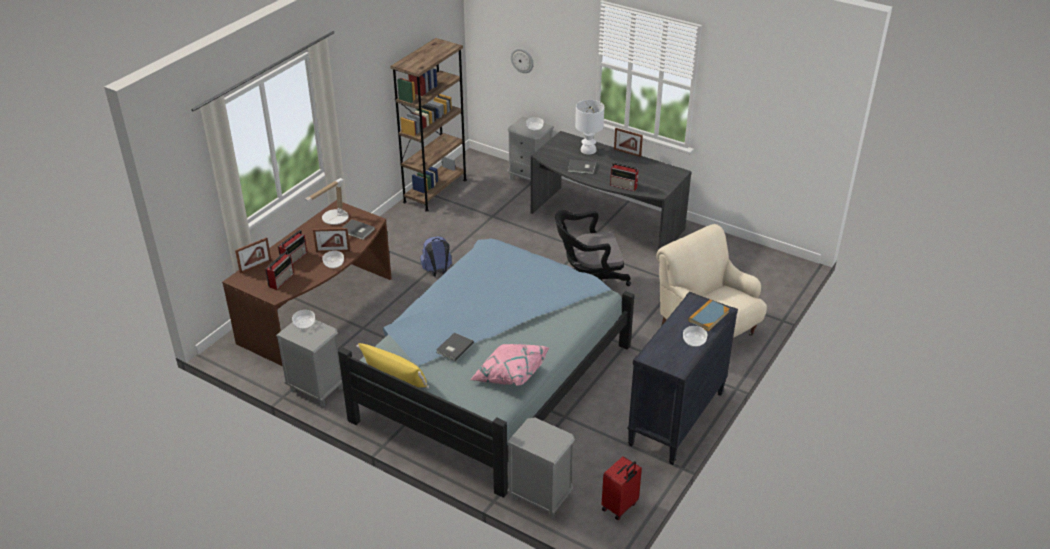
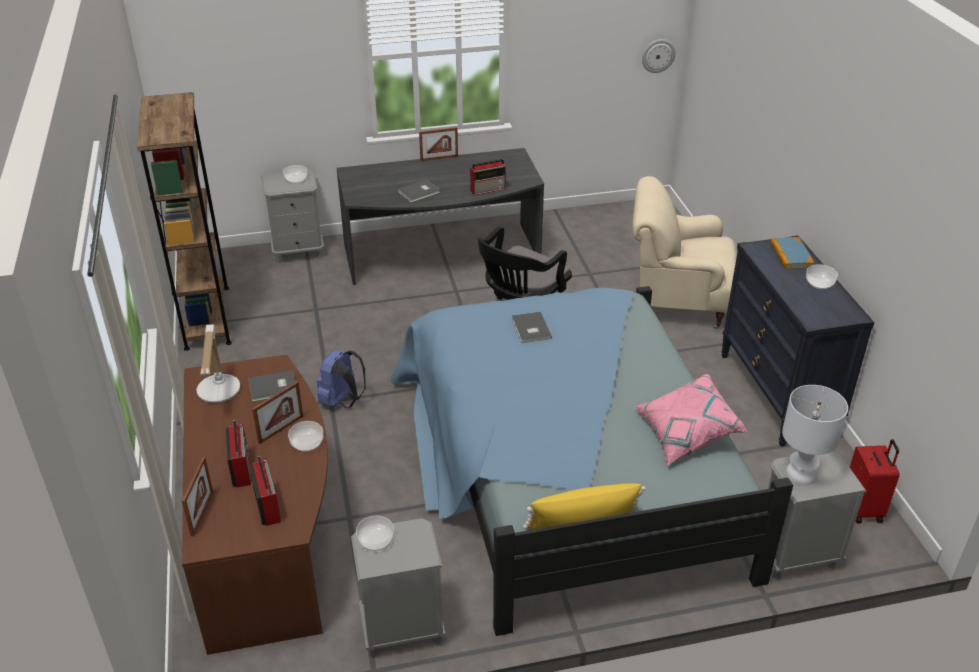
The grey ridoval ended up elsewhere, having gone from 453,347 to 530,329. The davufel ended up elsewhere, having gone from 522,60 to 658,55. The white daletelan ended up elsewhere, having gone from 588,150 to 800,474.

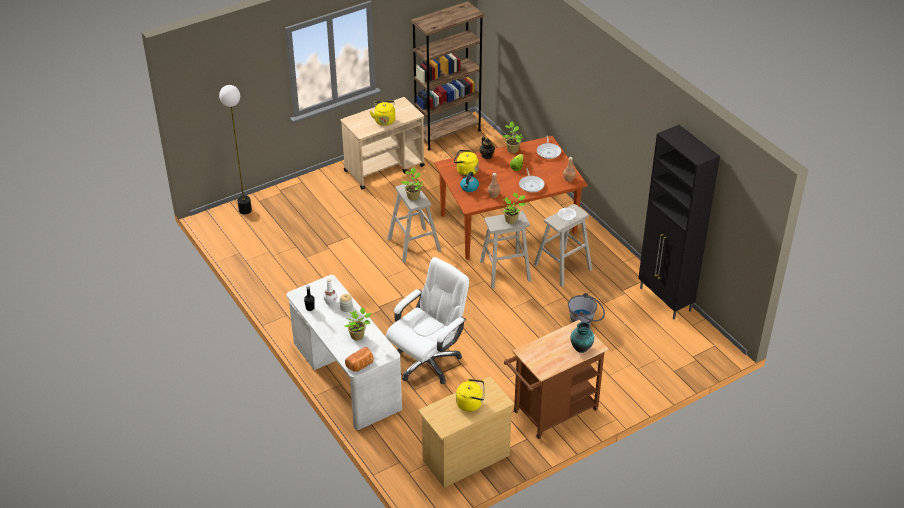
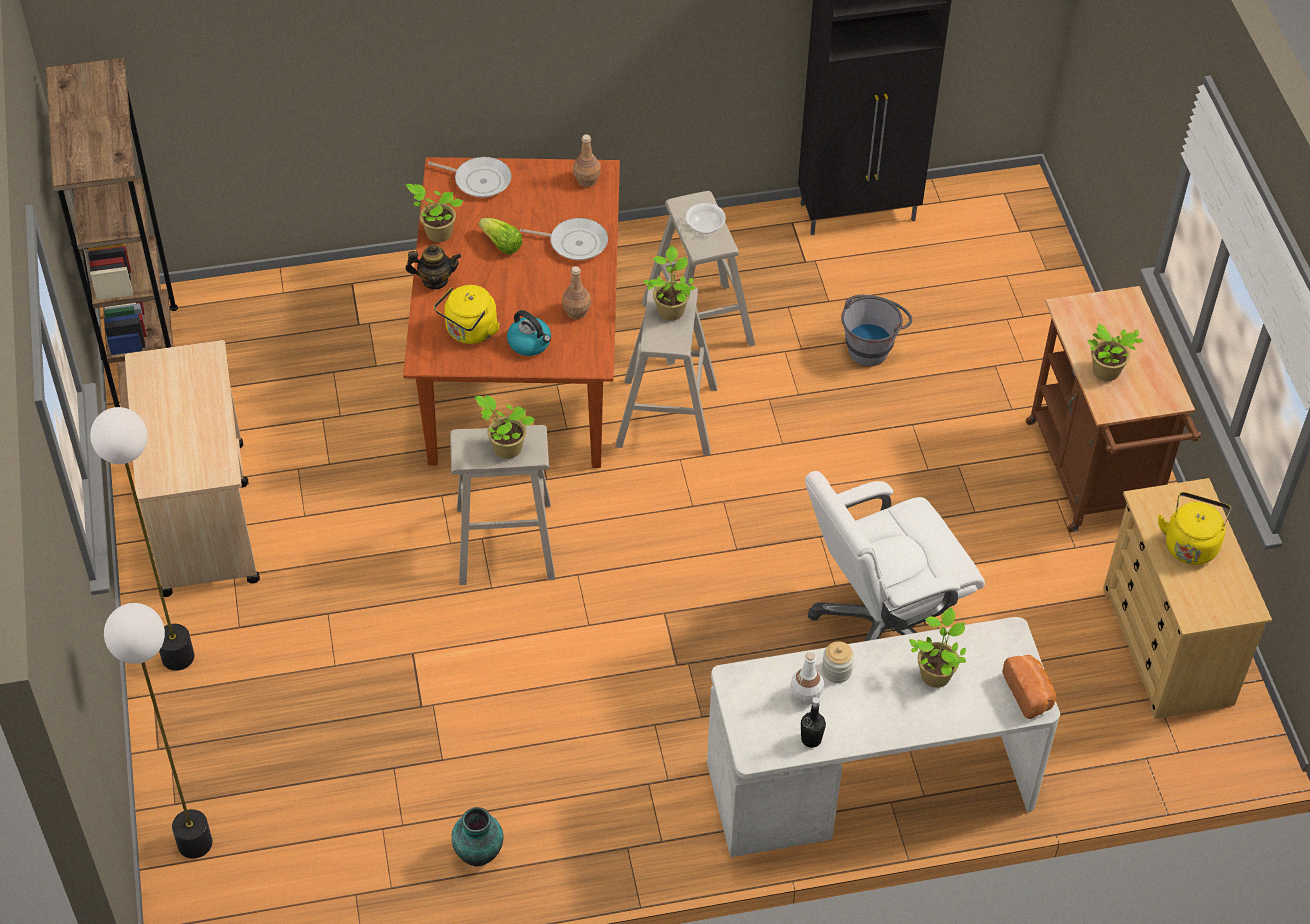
The second view gained the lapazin at 178,657. The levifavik ended up elsewhere, having gone from 581,348 to 479,853. The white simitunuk at 428,361 ended up facing another way, 90 degrees counterclockwise from before. The second view gained the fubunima at 1106,373. The second view lost the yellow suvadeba at 384,120.

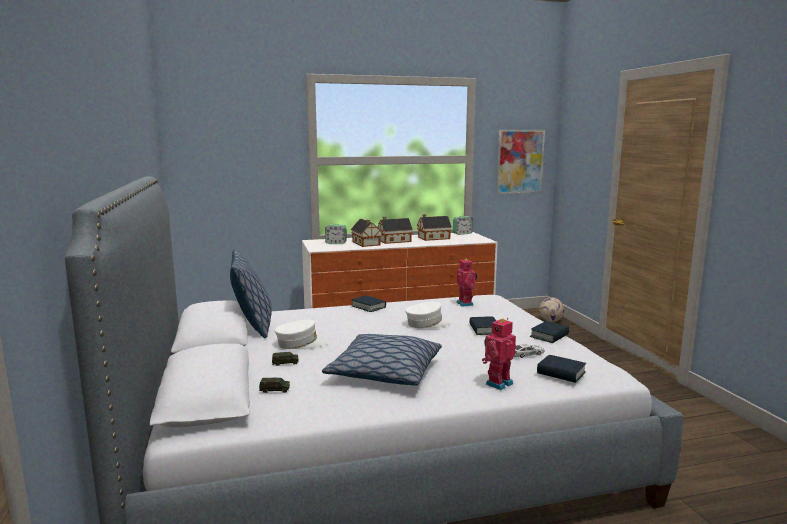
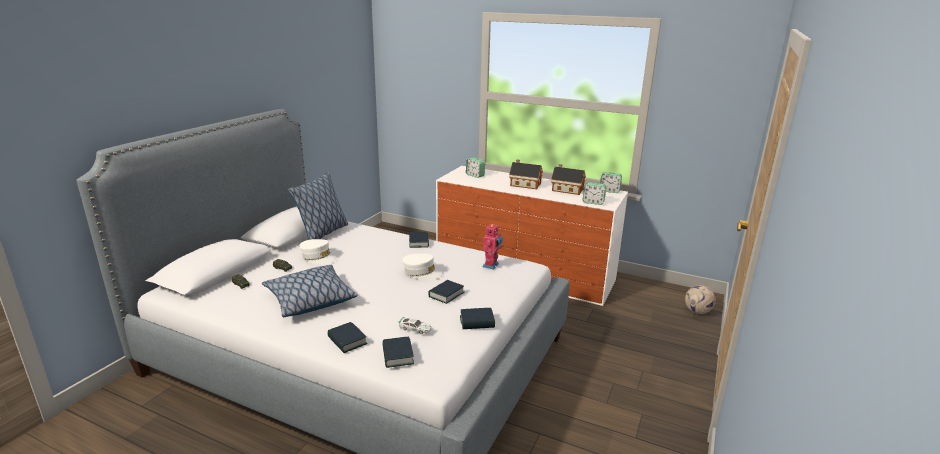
Where the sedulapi stood at 497,383, the ridoval came to stand at 347,341. The second view gained the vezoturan at 593,202. The second view lost the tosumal at 366,243. The second view lost the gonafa at 519,161.

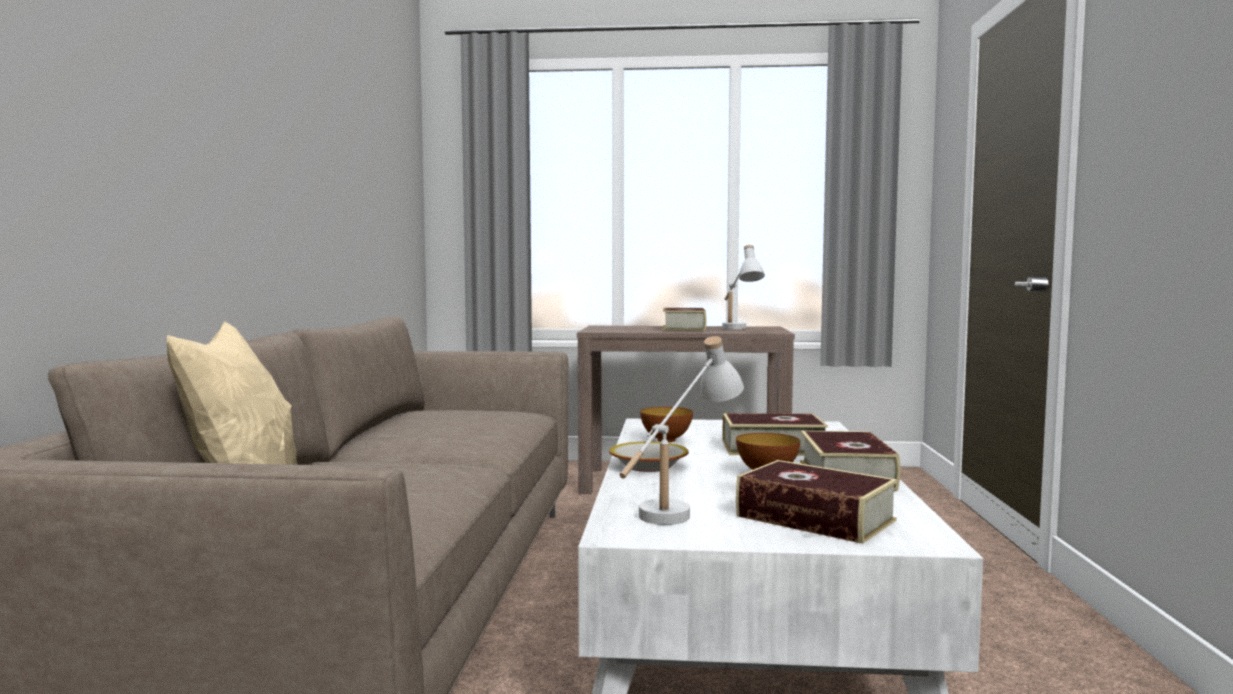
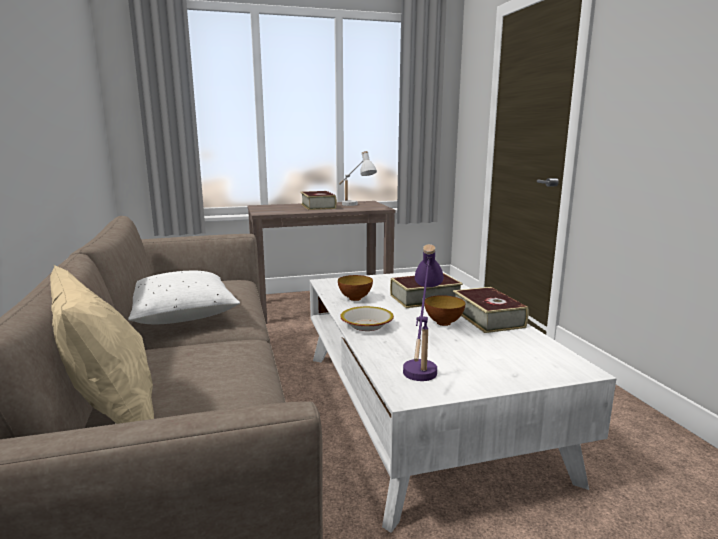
The second view gained the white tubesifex at 182,316. What was the white daletelan at 681,507 turned into the purple daletelan at 422,361. The second view lost the ridoval at 815,518.

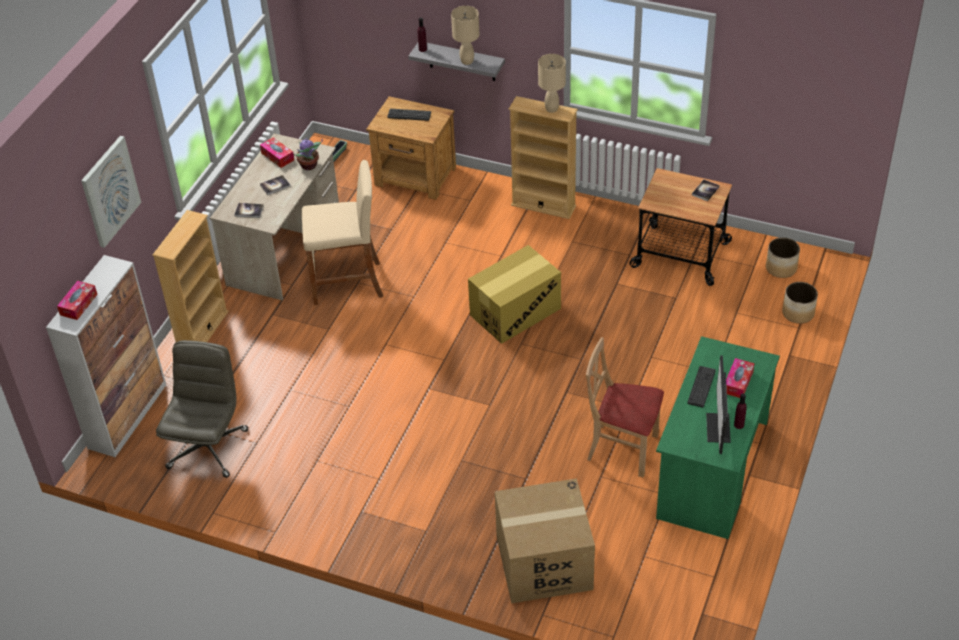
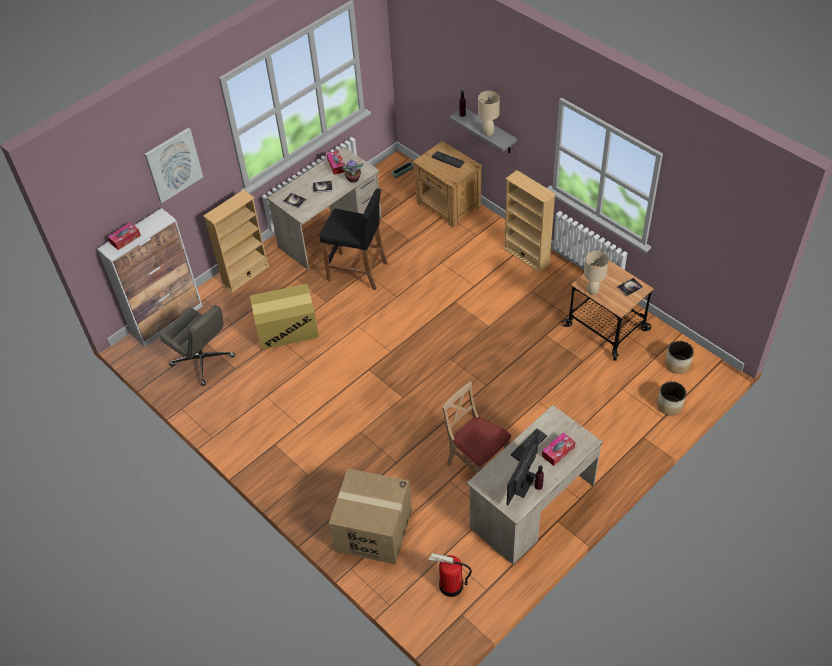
The grey simitunuk at 208,448 ended up facing another way, 90 degrees clockwise from before. The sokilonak ended up elsewhere, having gone from 515,311 to 287,329. What was the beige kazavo at 347,283 turned into the black kazavo at 358,271. The second view gained the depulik at 451,586. What was the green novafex at 712,470 turned into the beige novafex at 532,506. The beige daletelan ended up elsewhere, having gone from 551,109 to 592,291.

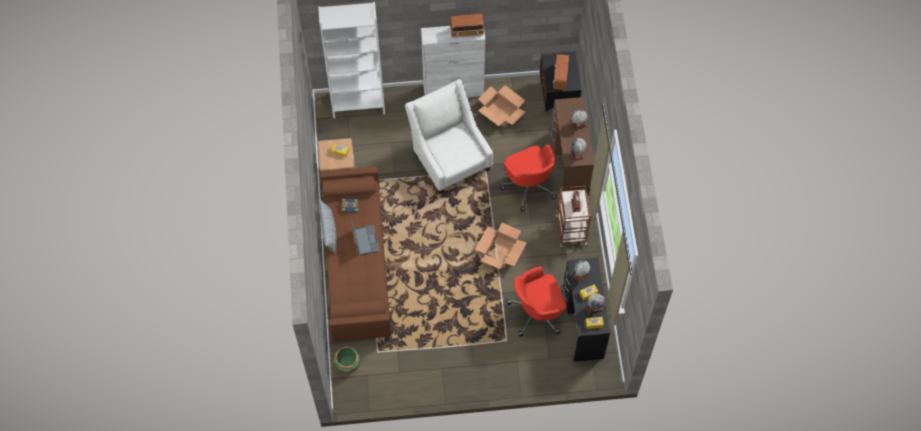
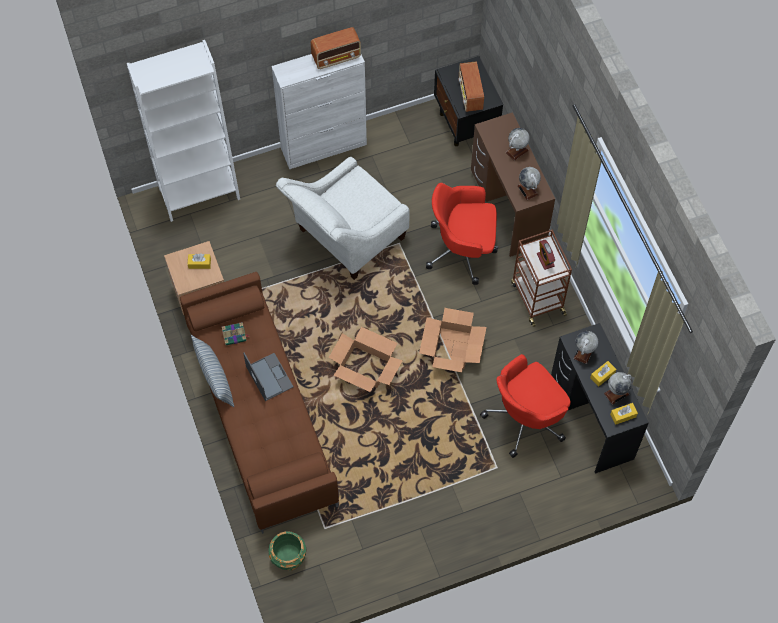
The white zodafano at 449,158 ended up facing another way, 90 degrees counterclockwise from before. The sokilonak ended up elsewhere, having gone from 501,112 to 365,367. The red simitunuk at 529,185 ended up facing another way, 135 degrees clockwise from before.

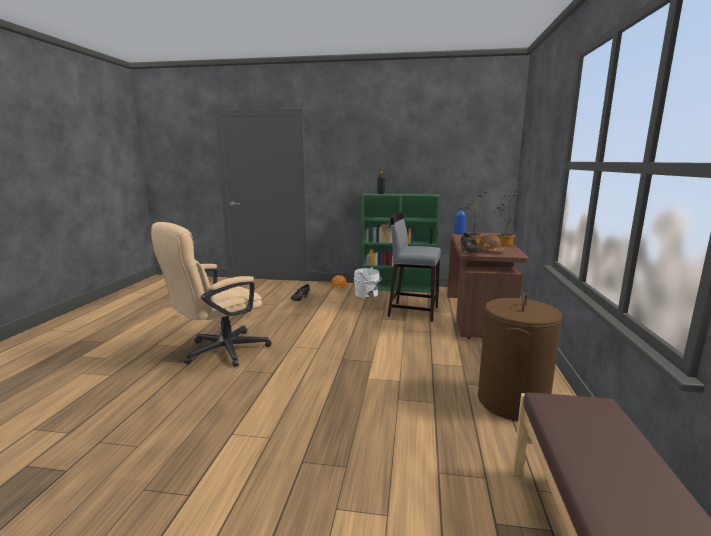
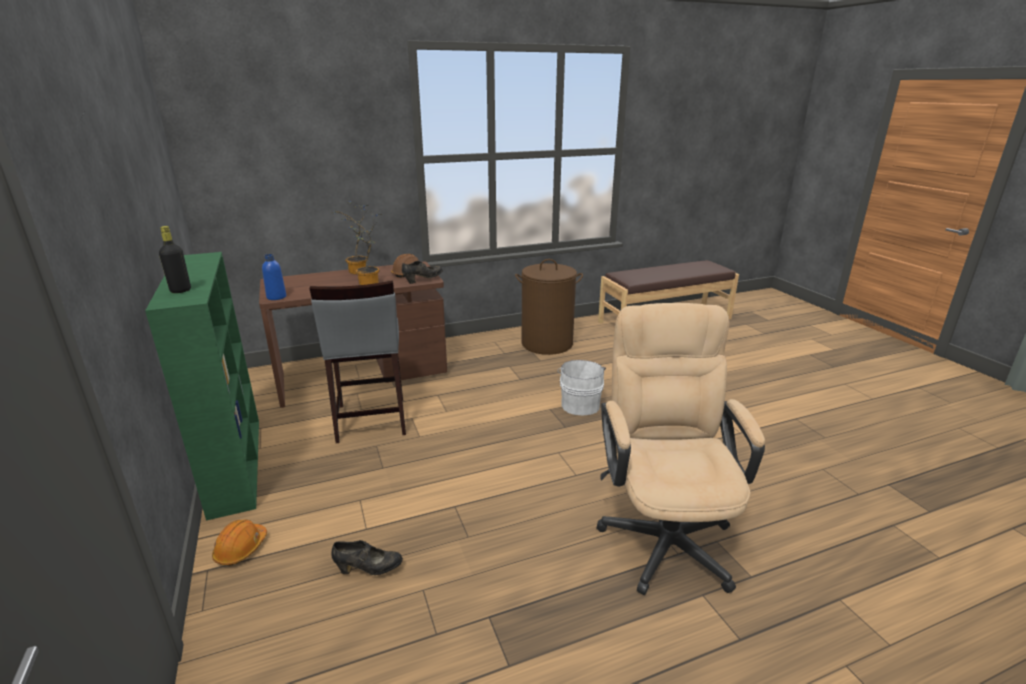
The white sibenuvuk ended up elsewhere, having gone from 367,294 to 580,404. The beige simitunuk at 218,352 ended up facing another way, 105 degrees counterclockwise from before.

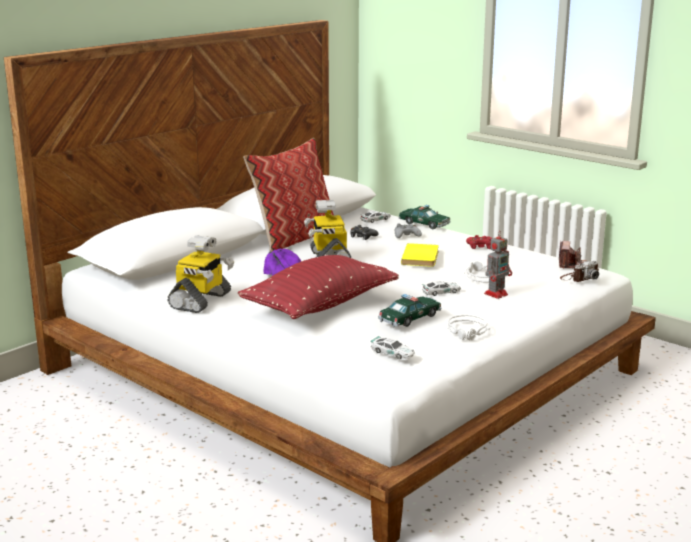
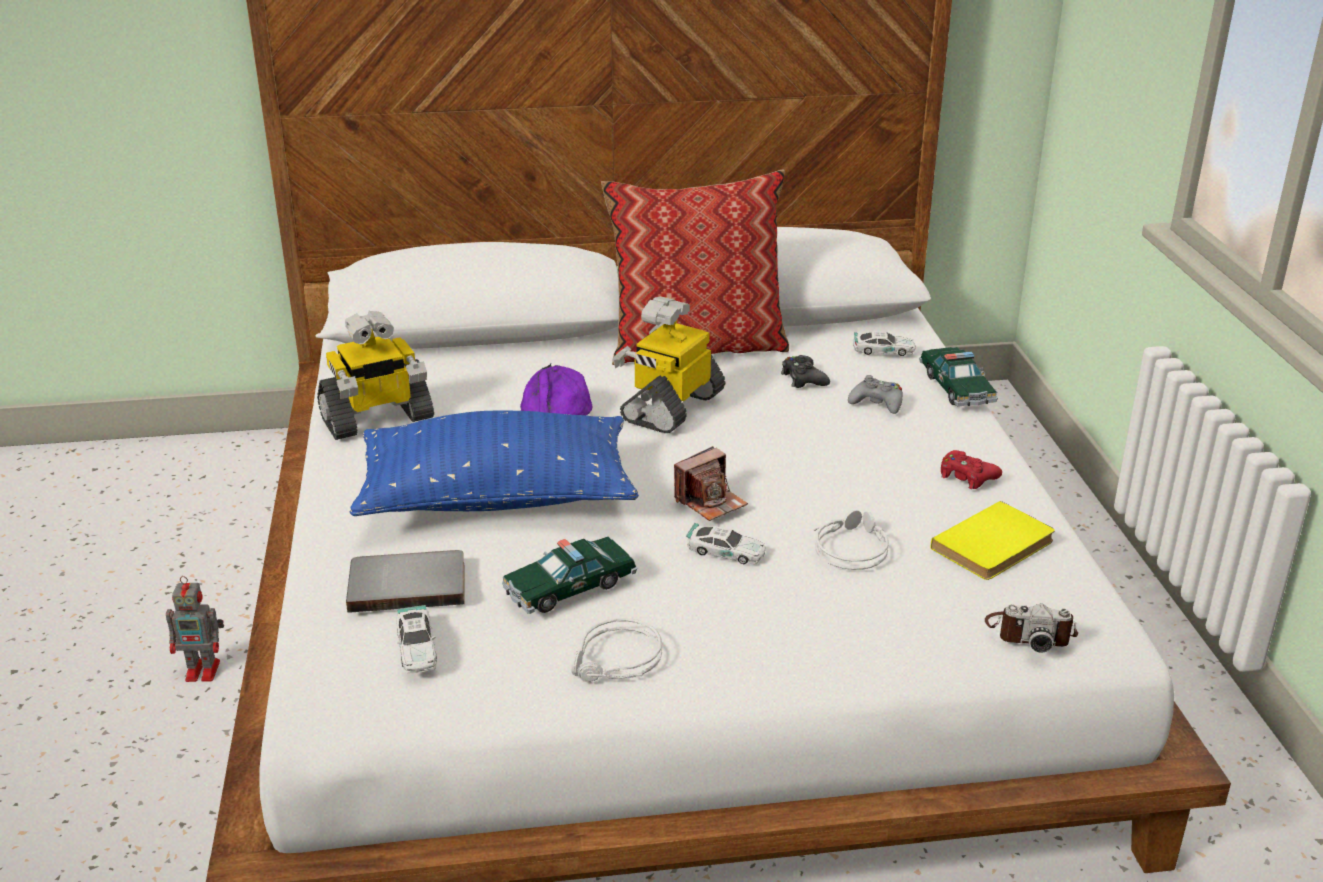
The sedulapi ended up elsewhere, having gone from 496,294 to 205,671. The second view gained the grey ridoval at 407,583. What was the red tubesifex at 320,305 turned into the blue tubesifex at 497,498. The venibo at 410,318 ended up facing another way, 150 degrees clockwise from before. The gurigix ended up elsewhere, having gone from 572,265 to 710,502. The yellow ridoval ended up elsewhere, having gone from 422,257 to 996,546.

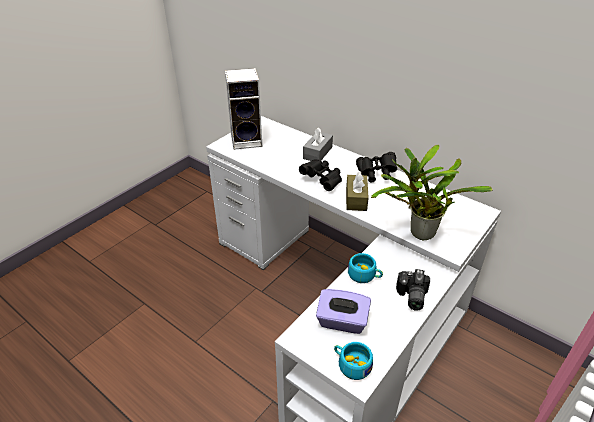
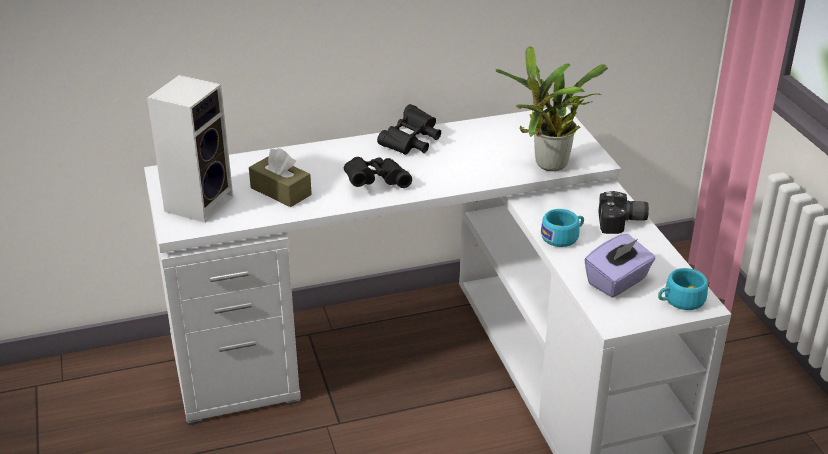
The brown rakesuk ended up elsewhere, having gone from 356,199 to 281,191. The gurigix at 411,296 ended up facing another way, 45 degrees counterclockwise from before. The second view lost the grey rakesuk at 317,153.

